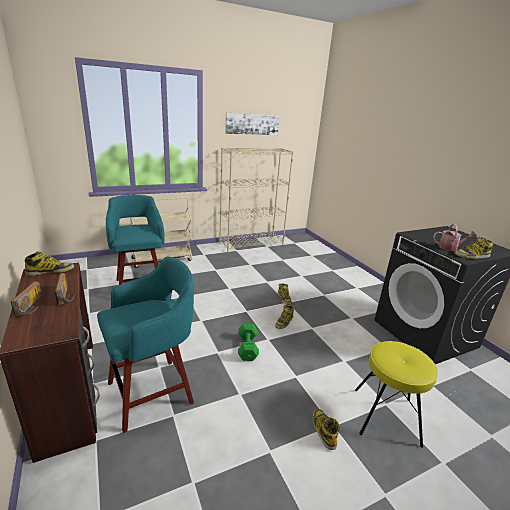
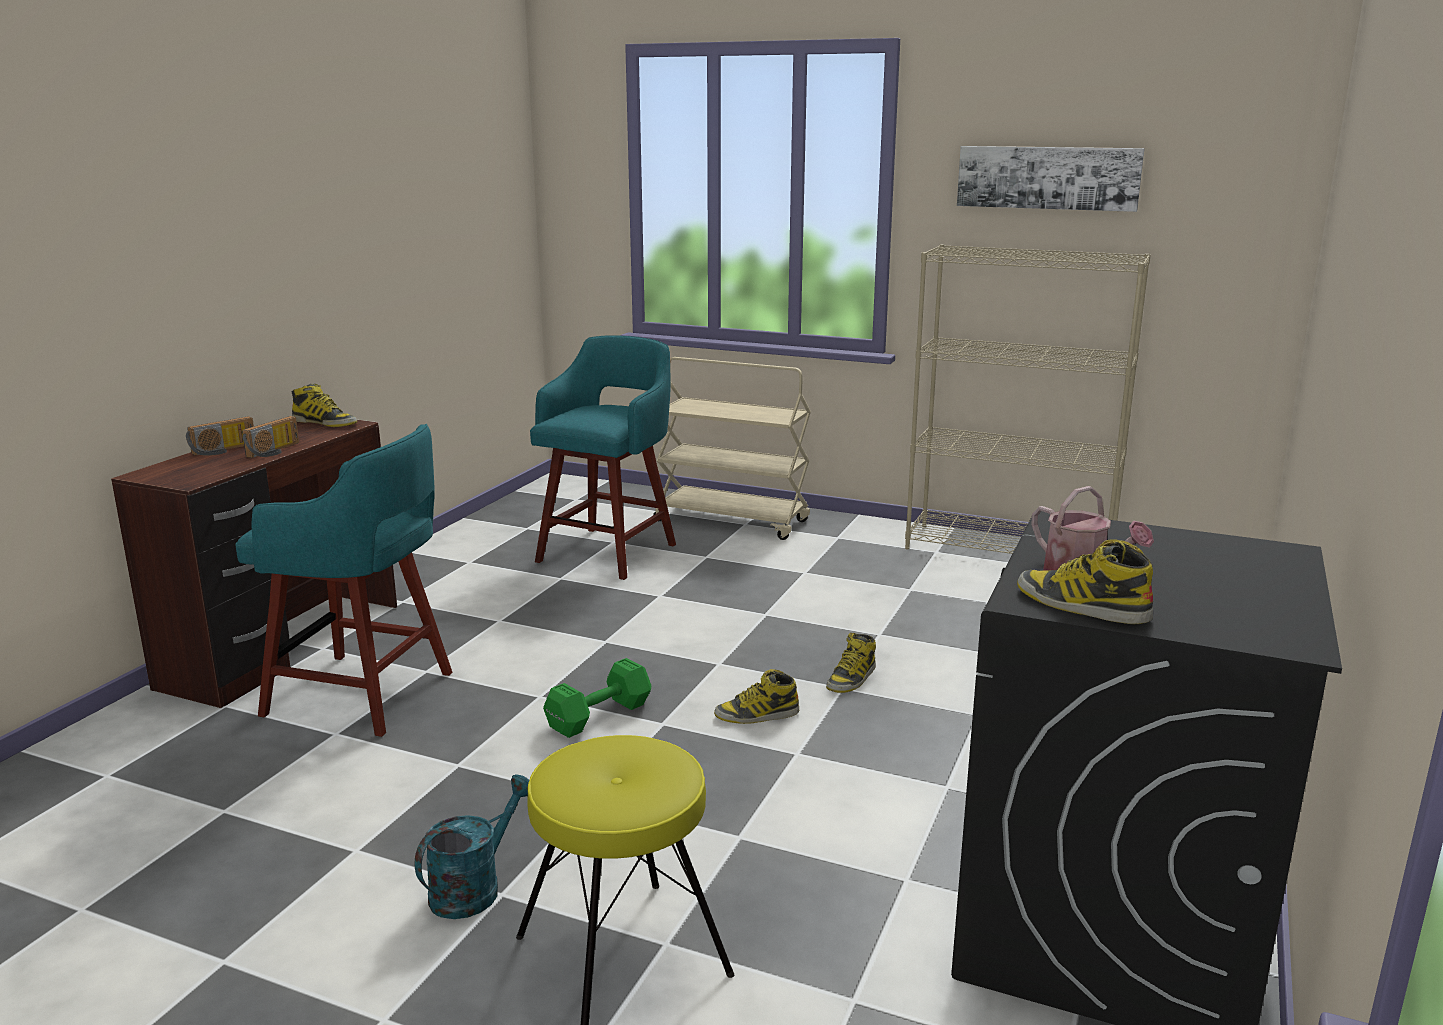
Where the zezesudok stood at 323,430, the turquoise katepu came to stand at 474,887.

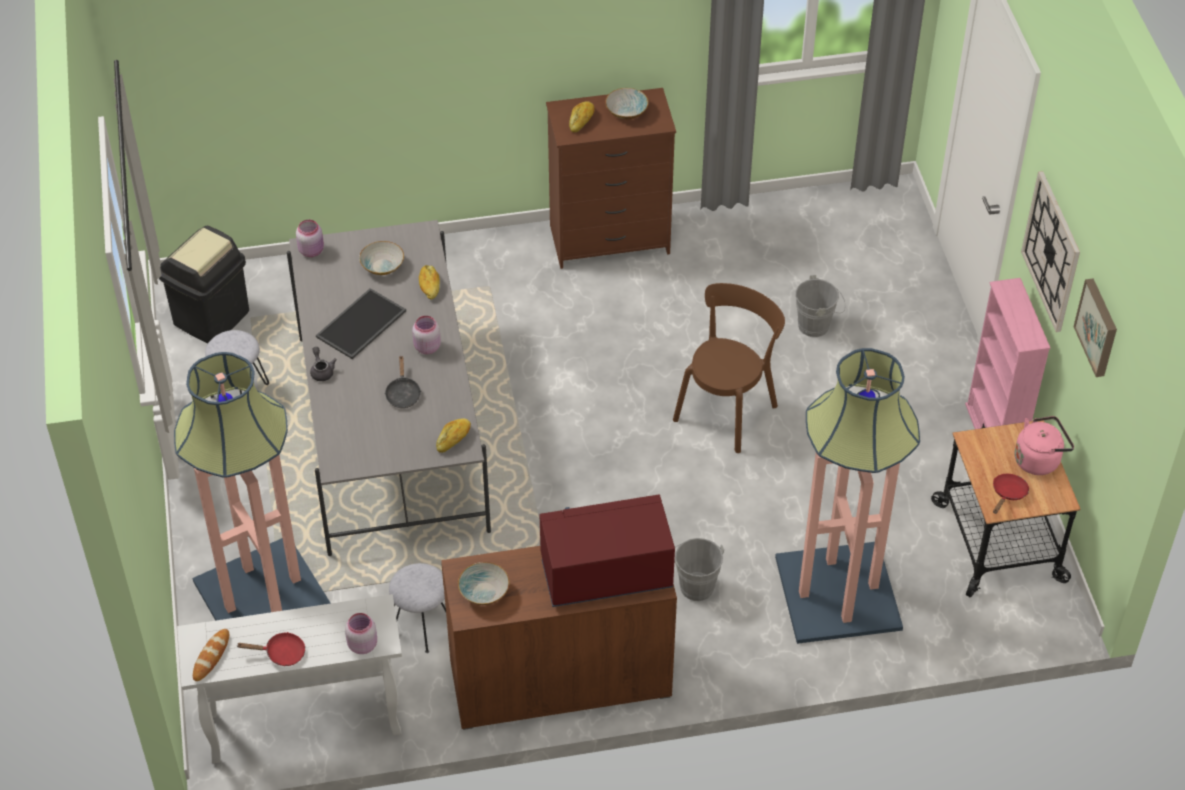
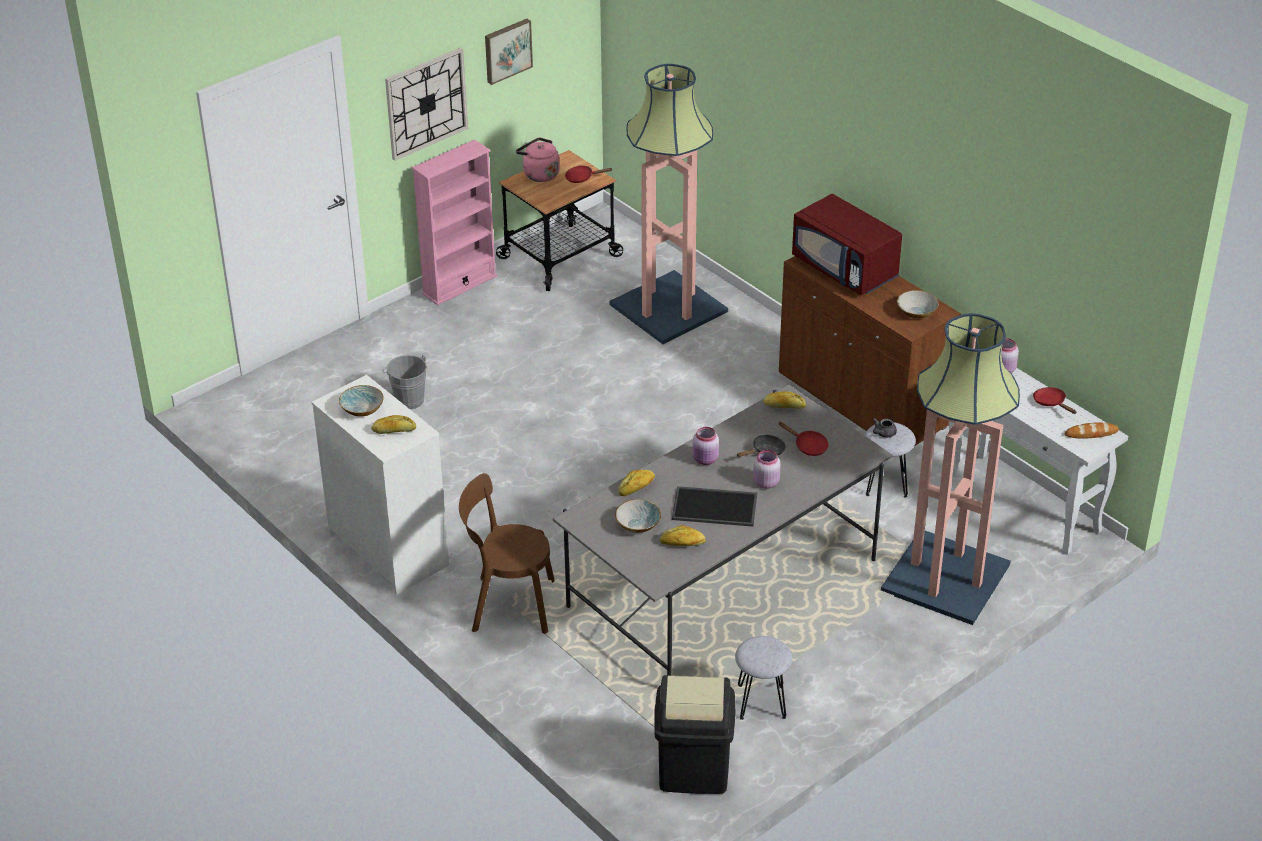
What was the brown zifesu at 609,240 turned into the white zifesu at 389,549. The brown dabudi ended up elsewhere, having gone from 727,409 to 508,605. The second view gained the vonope at 682,543. The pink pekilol ended up elsewhere, having gone from 312,250 to 765,482. The second view gained the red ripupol at 808,446. The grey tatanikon ended up elsewhere, having gone from 322,371 to 883,433. The second view lost the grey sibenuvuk at 695,584.

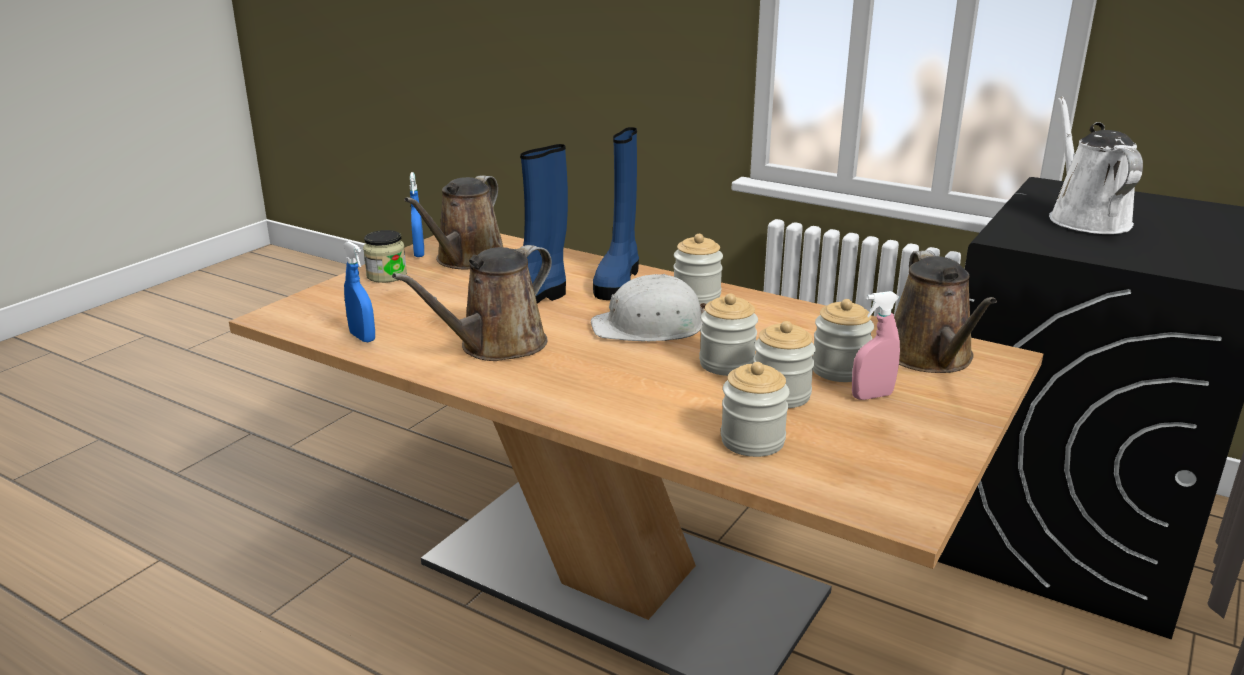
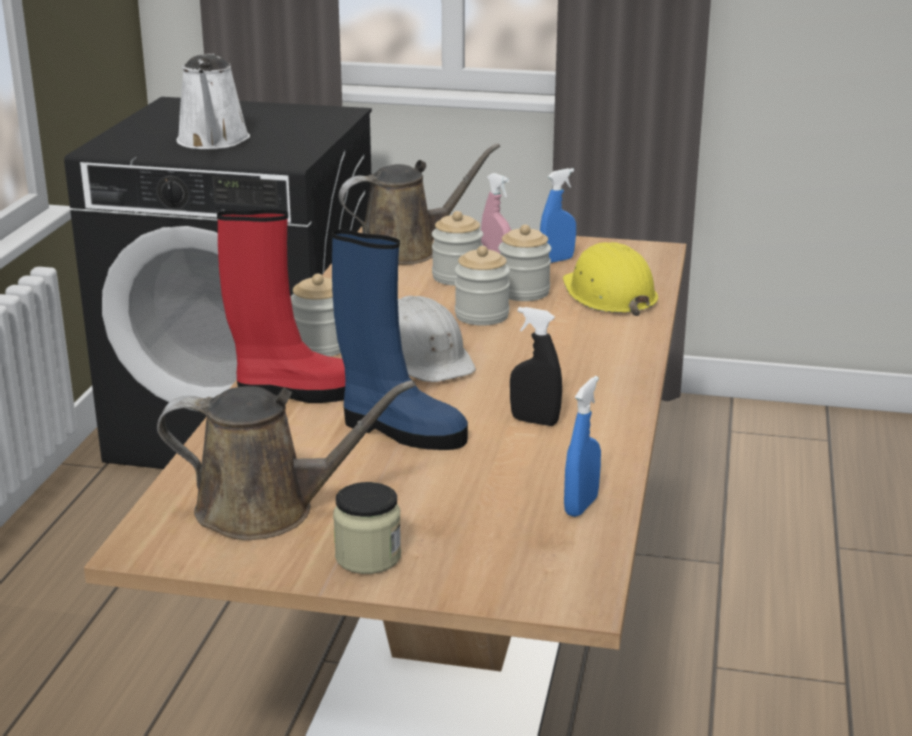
The white katepu at 1085,219 ended up facing another way, 75 degrees counterclockwise from before. What was the blue zezesudok at 618,281 turned into the red zezesudok at 296,393. Where the brown katepu stood at 496,346, the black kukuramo came to stand at 534,421. The blue kukuramo ended up elsewhere, having gone from 419,253 to 557,260. Where the pekilol stood at 752,441, the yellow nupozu came to stand at 609,294.

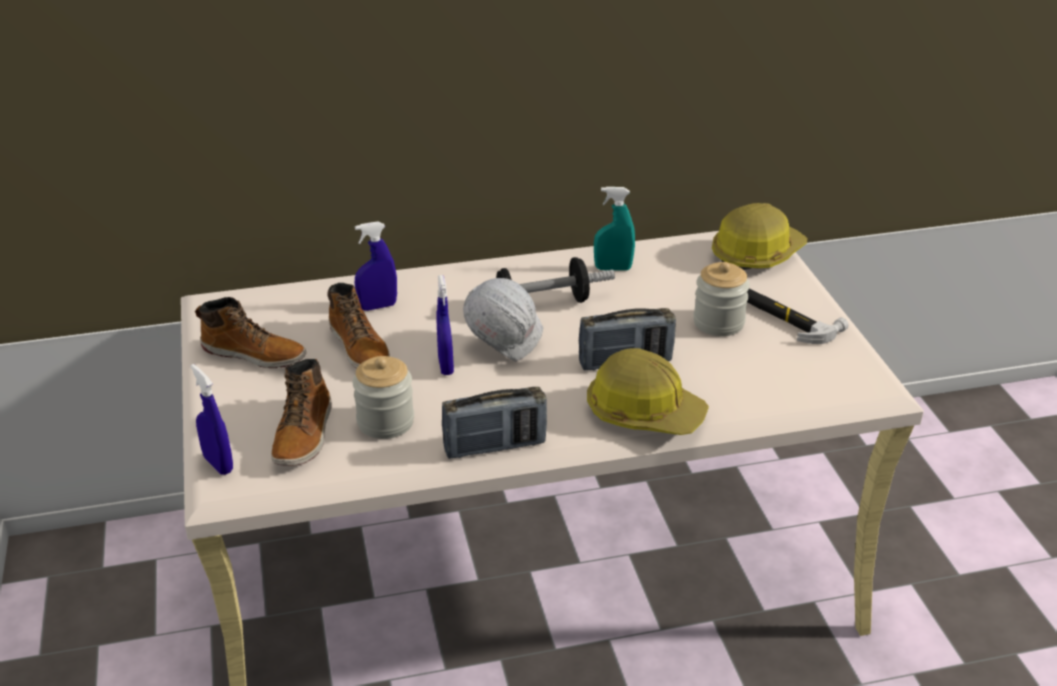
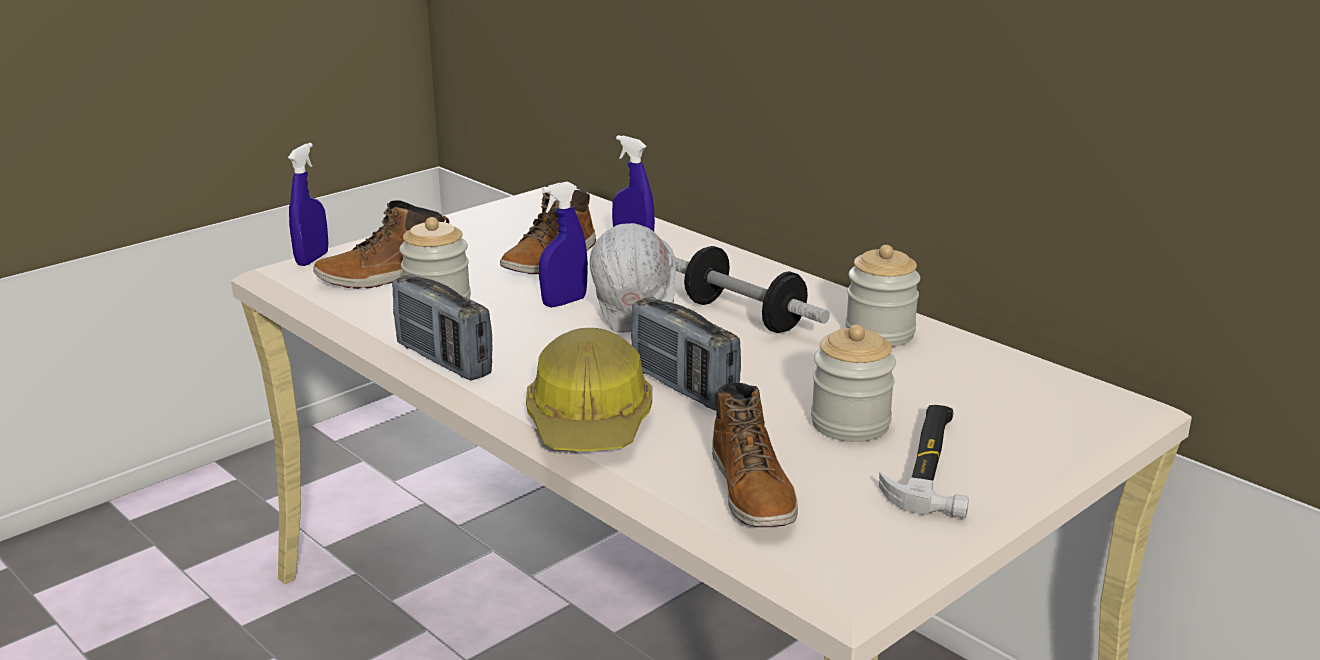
The zezesudok ended up elsewhere, having gone from 254,354 to 752,491. Where the turquoise kukuramo stood at 613,268, the pekilol came to stand at 879,333. The second view lost the nupozu at 756,254.

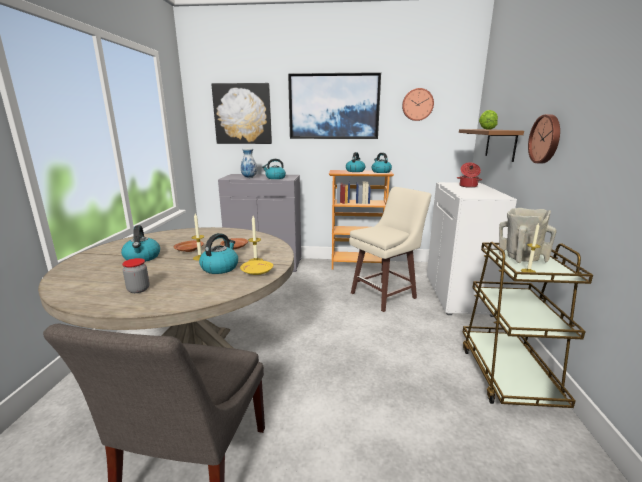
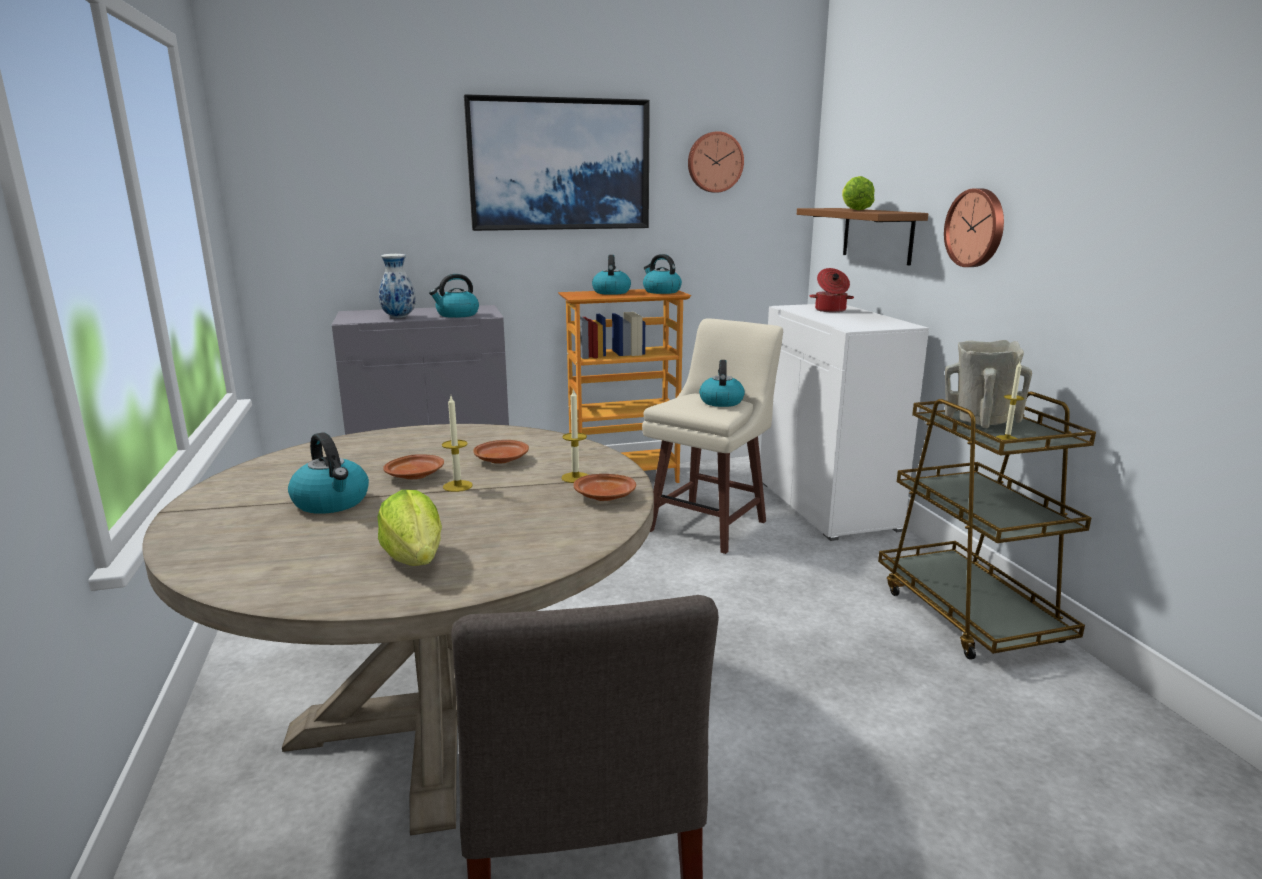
Where the pekilol stood at 138,289, the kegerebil came to stand at 415,558. What was the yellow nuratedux at 257,272 turned into the brown nuratedux at 605,497. The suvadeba ended up elsewhere, having gone from 220,267 to 721,401. The second view lost the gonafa at 242,114.

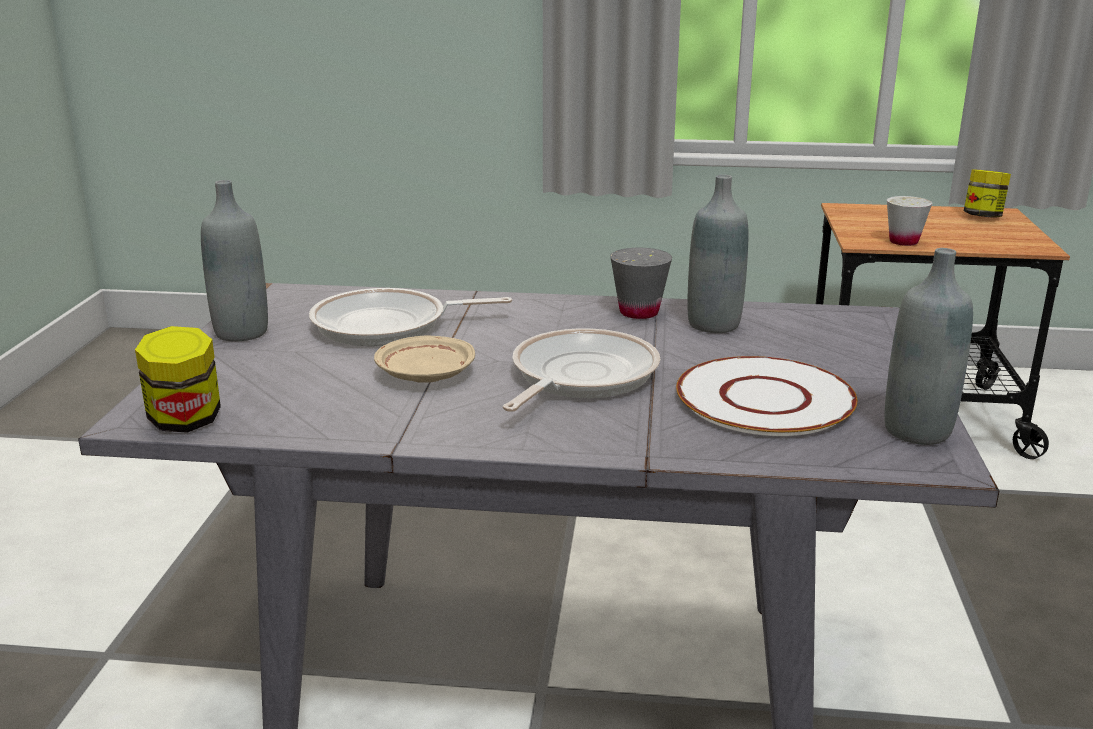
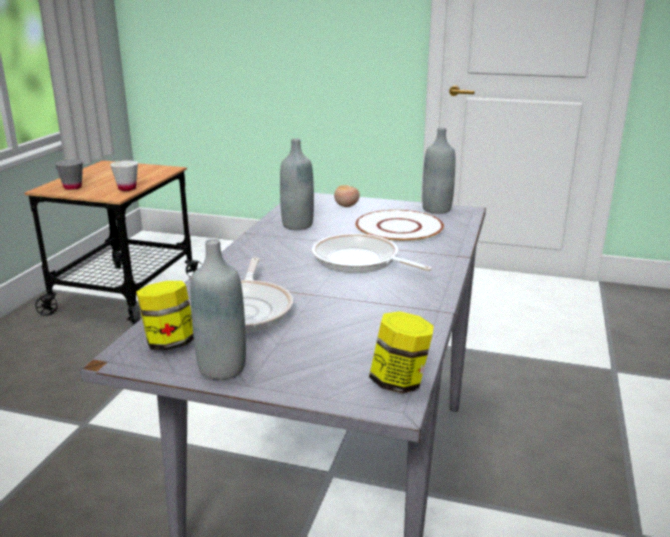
The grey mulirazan ended up elsewhere, having gone from 639,312 to 72,187. The pekilol ended up elsewhere, having gone from 982,216 to 169,343. The second view gained the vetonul at 346,206. The second view lost the beige nuratedux at 425,374.

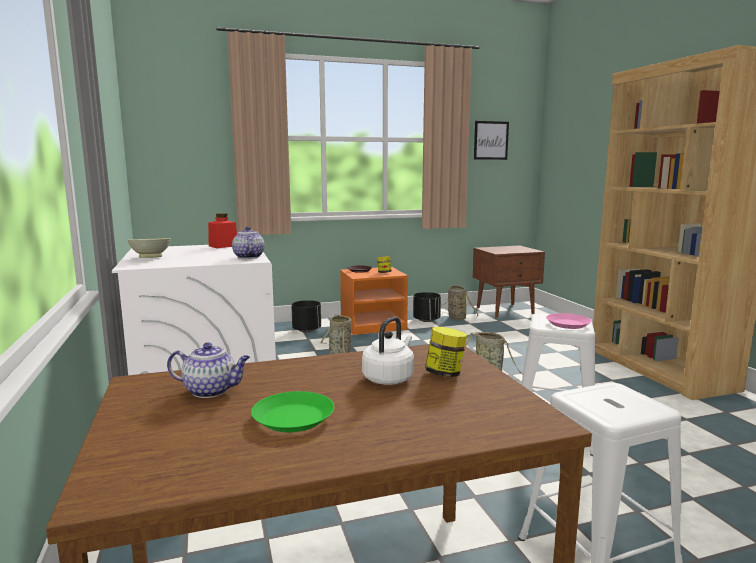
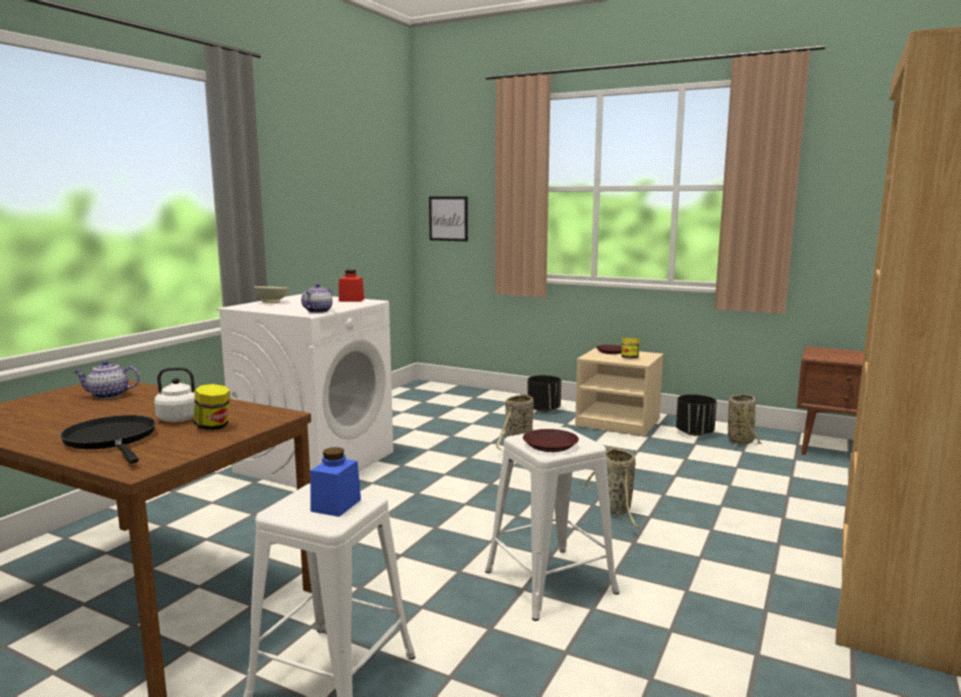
The second view gained the black ripupol at 112,439. The tatanikon at 211,390 ended up facing another way, 120 degrees clockwise from before. The second view gained the blue pekilol at 336,505. The gonafa ended up elsewhere, having gone from 491,140 to 448,218. What was the pink nuratedux at 568,324 turned into the brown nuratedux at 550,445. What was the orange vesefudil at 373,326 turned into the beige vesefudil at 619,423. The second view lost the green nuratedux at 292,418.

